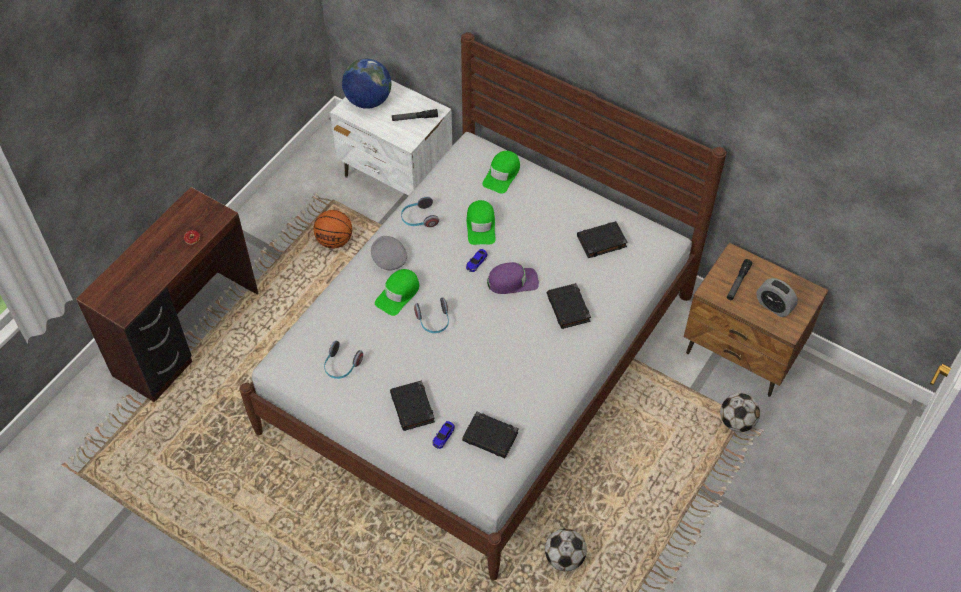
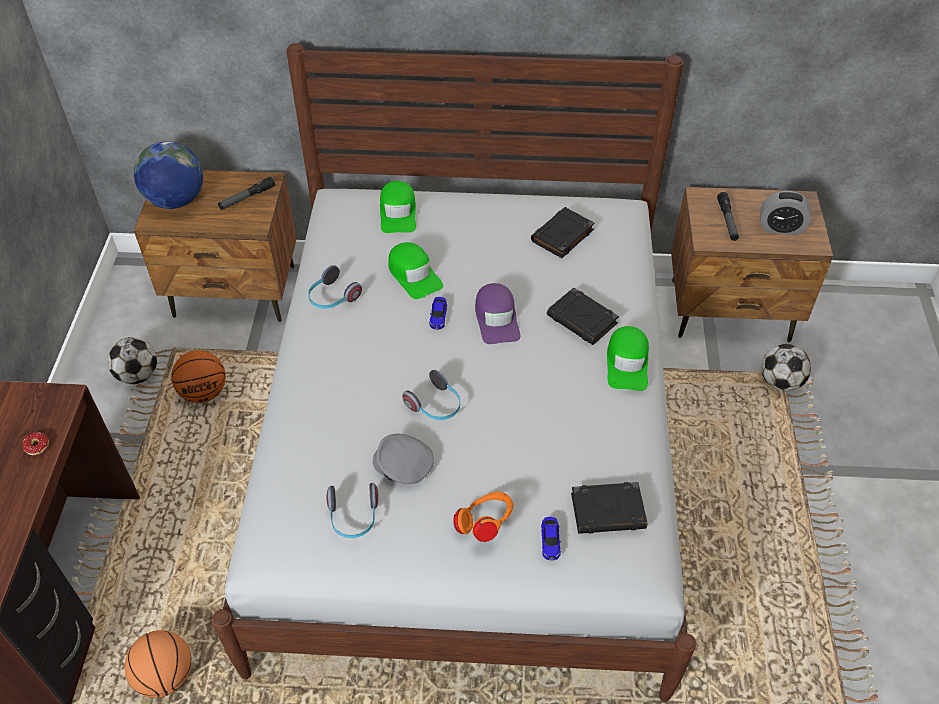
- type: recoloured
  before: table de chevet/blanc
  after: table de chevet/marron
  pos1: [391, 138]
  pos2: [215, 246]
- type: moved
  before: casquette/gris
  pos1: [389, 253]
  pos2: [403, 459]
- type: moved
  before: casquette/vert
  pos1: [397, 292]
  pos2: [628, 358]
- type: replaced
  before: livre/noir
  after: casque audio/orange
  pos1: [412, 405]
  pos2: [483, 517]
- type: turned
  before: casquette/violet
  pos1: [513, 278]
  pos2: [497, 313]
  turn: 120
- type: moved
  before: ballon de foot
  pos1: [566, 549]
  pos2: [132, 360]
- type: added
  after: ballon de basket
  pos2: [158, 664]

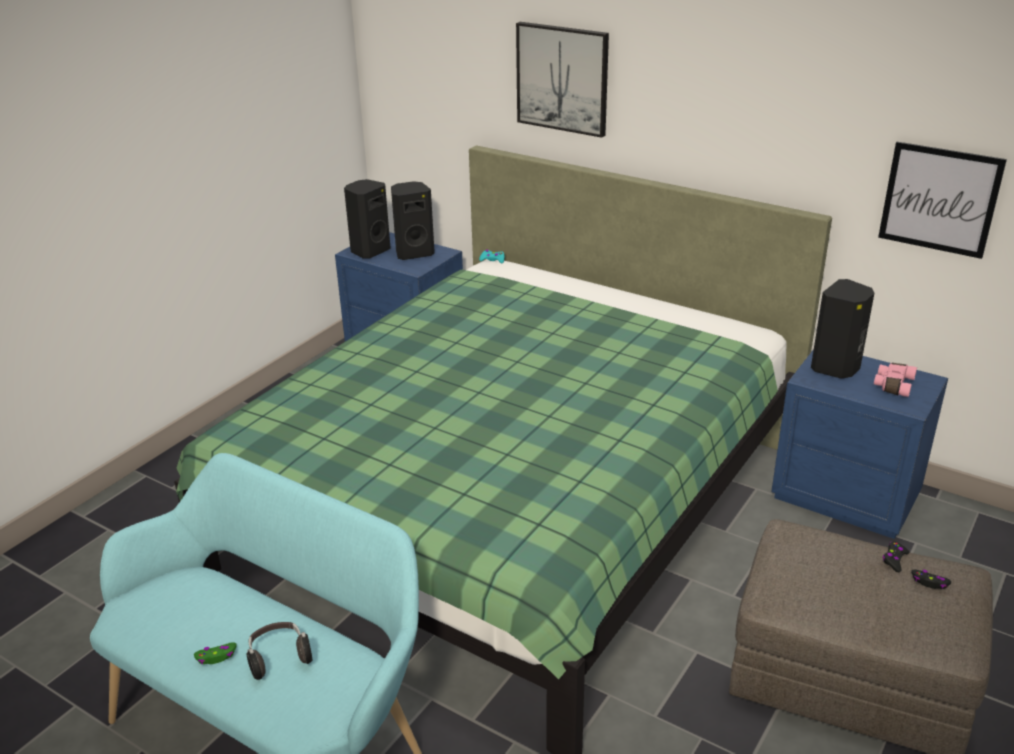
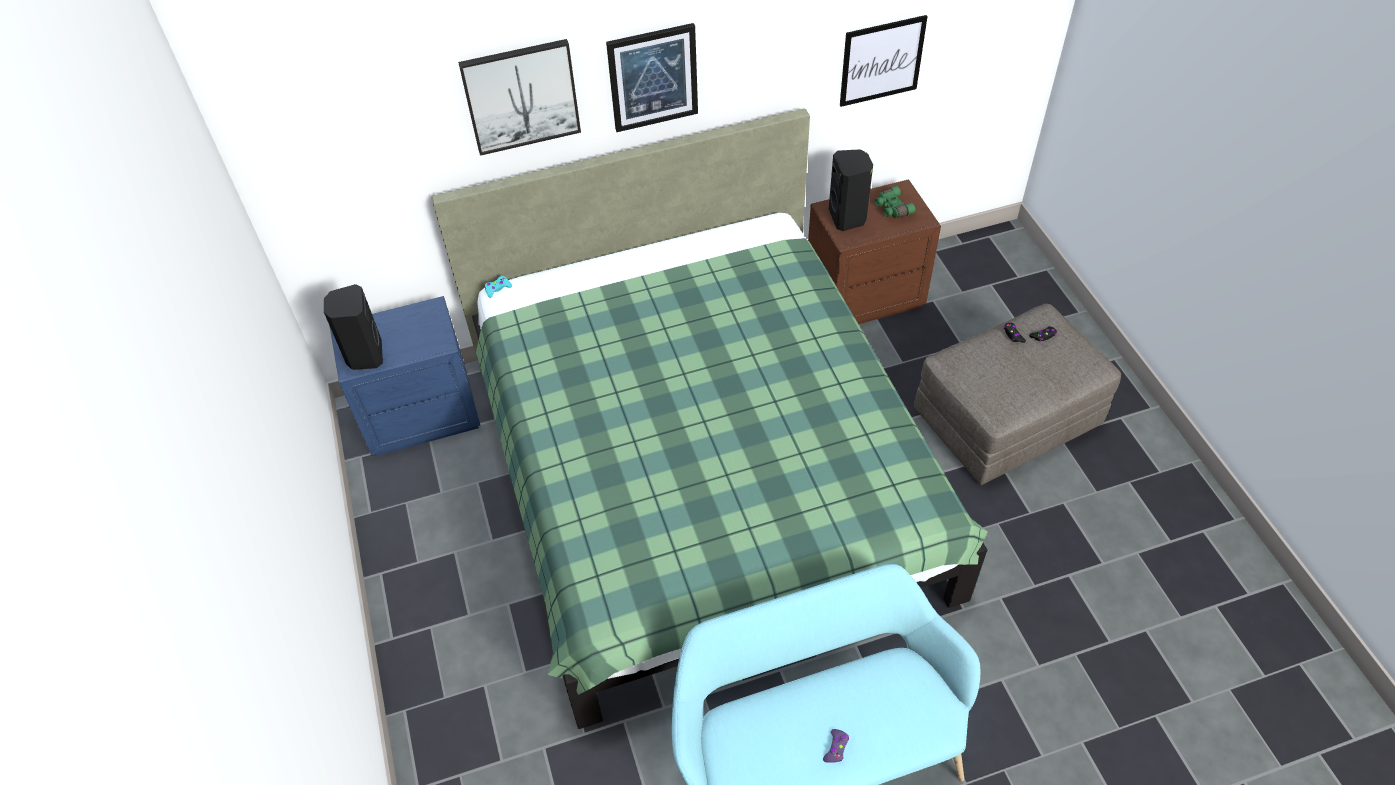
- type: recoloured
  before: manette/vert
  after: manette/violet
  pos1: [215, 653]
  pos2: [836, 746]
- type: removed
  before: casque audio
  pos1: [279, 651]
- type: removed
  before: enceinte/noir
  pos1: [413, 220]
- type: recoloured
  before: table de chevet/bleu
  after: table de chevet/marron
  pos1: [859, 444]
  pos2: [874, 251]
- type: recoloured
  before: jumelles/rose
  after: jumelles/vert
  pos1: [895, 380]
  pos2: [895, 202]
- type: added
  after: tableau
  pos2: [652, 77]

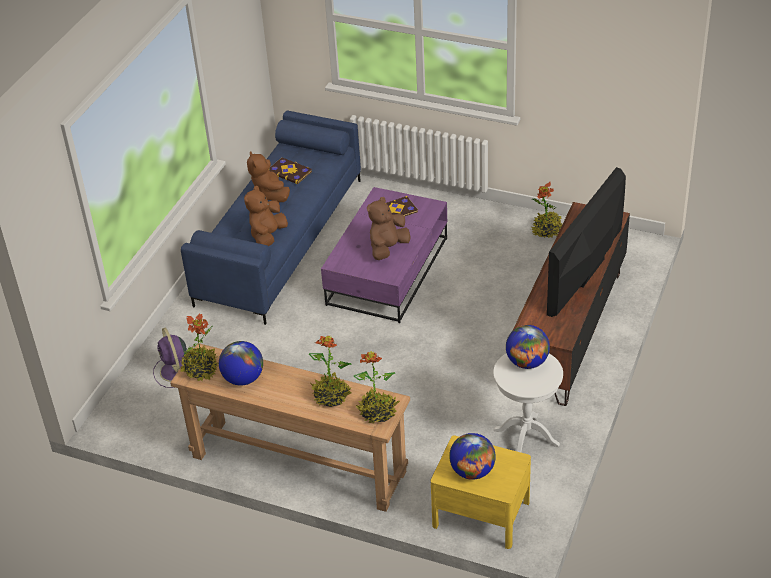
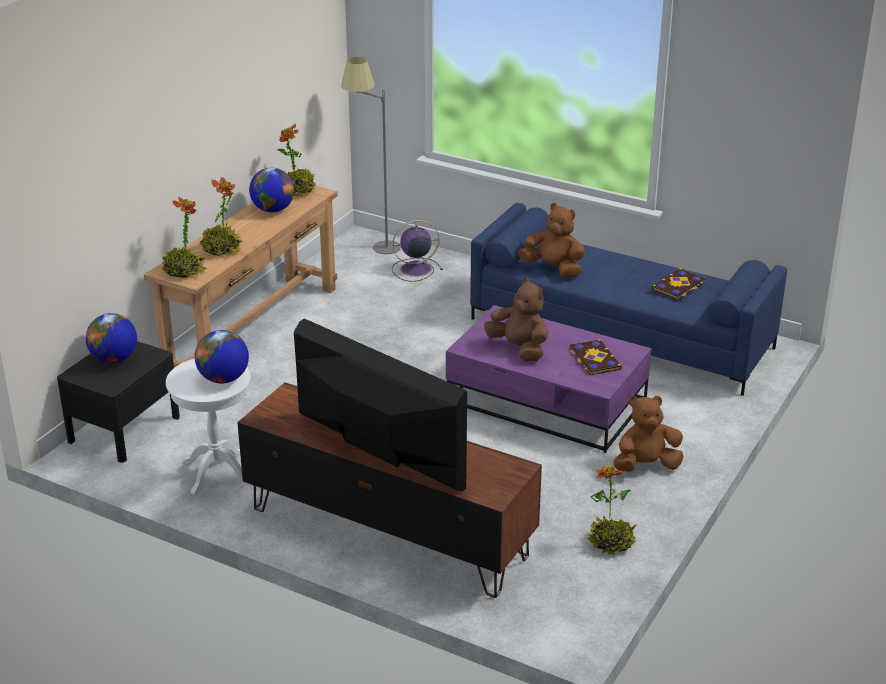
- type: moved
  before: peluche/marron
  pos1: [268, 176]
  pos2: [648, 434]
- type: recoloured
  before: table de chevet/jaune
  after: table de chevet/noir
  pos1: [481, 492]
  pos2: [118, 402]
- type: added
  after: lampadaire/gris
  pos2: [371, 155]

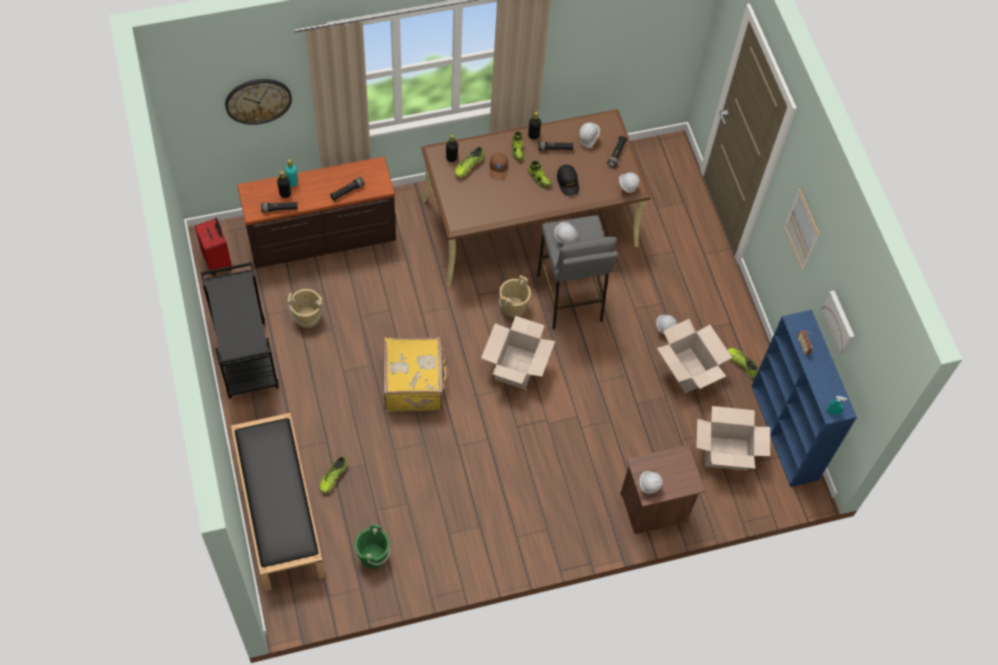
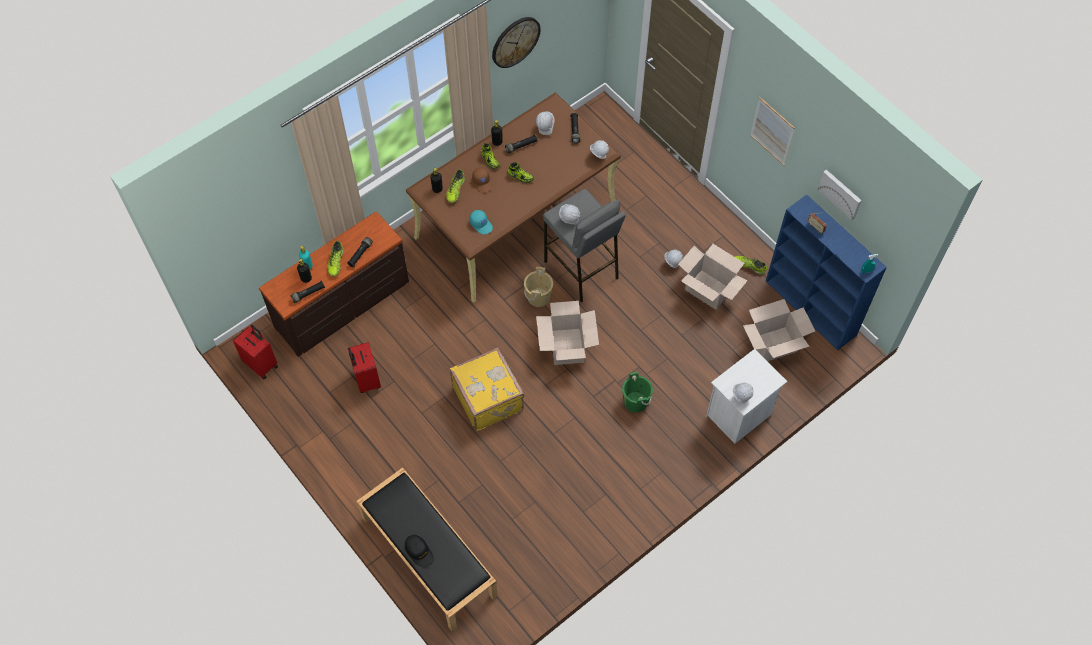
- type: removed
  before: chariot/noir
  pos1: [240, 330]
- type: moved
  before: horloge murale
  pos1: [258, 102]
  pos2: [516, 42]
- type: replaced
  before: seau/beige
  after: valise/rouge
  pos1: [305, 308]
  pos2: [364, 367]
- type: moved
  before: chaussure
  pos1: [333, 474]
  pos2: [335, 259]
- type: moved
  before: seau/vert
  pos1: [372, 546]
  pos2: [637, 392]
- type: moved
  before: casquette/noir
  pos1: [568, 180]
  pos2: [419, 551]
- type: recoloured
  before: table de chevet/marron
  after: table de chevet/blanc
  pos1: [662, 489]
  pos2: [746, 396]
- type: added
  after: casquette/turquoise
  pos2: [481, 222]

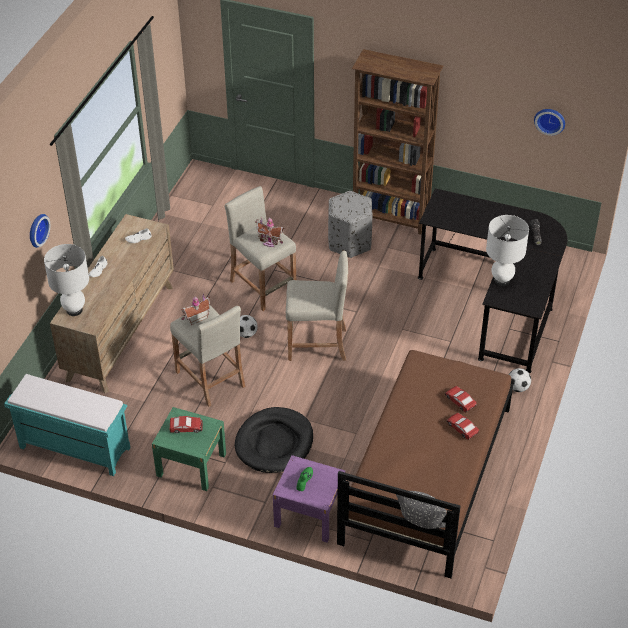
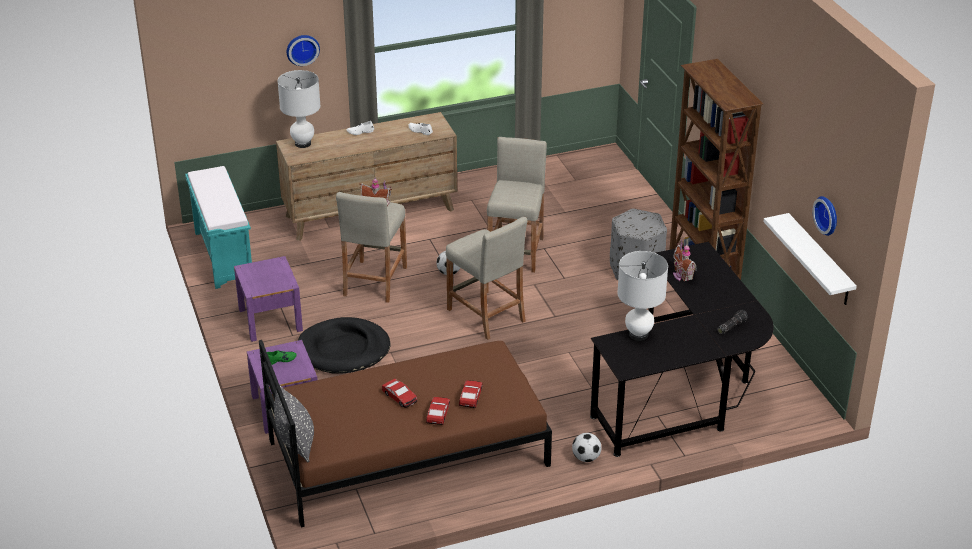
- type: recoloured
  before: table de chevet/vert
  after: table de chevet/violet
  pos1: [189, 449]
  pos2: [268, 299]
- type: moved
  before: petite voiture
  pos1: [186, 424]
  pos2: [399, 393]
- type: moved
  before: maison miniature
  pos1: [270, 232]
  pos2: [685, 260]
- type: added
  after: étagère/blanc
  pos2: [810, 259]

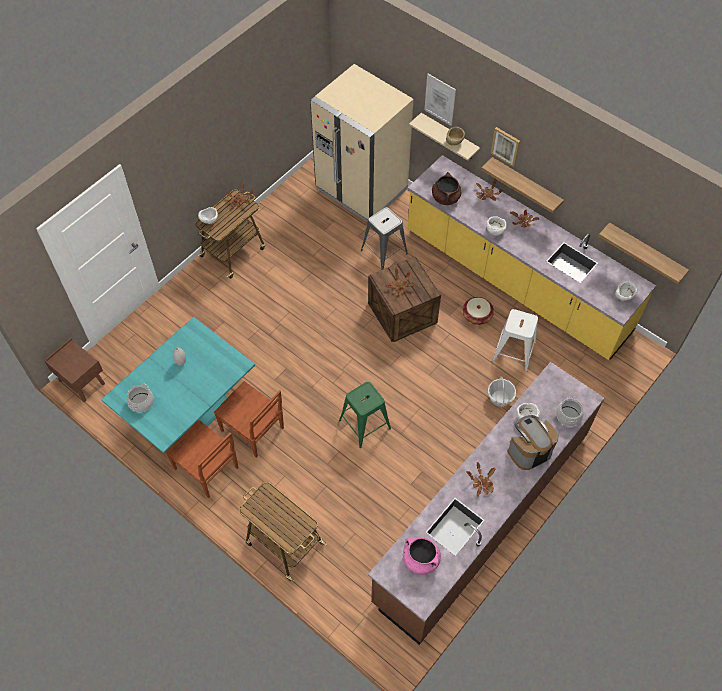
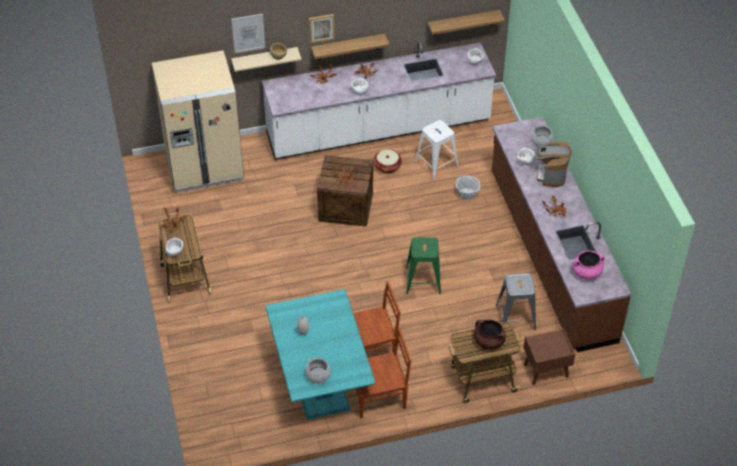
- type: moved
  before: table de chevet/marron
  pos1: [74, 370]
  pos2: [549, 356]
- type: moved
  before: tabouret/gris
  pos1: [384, 238]
  pos2: [516, 301]
- type: recoloured
  before: comptoir de cuisine/jaune
  after: comptoir de cuisine/blanc
  pos1: [532, 257]
  pos2: [379, 100]
- type: moved
  before: marmite/marron
  pos1: [446, 188]
  pos2: [490, 335]

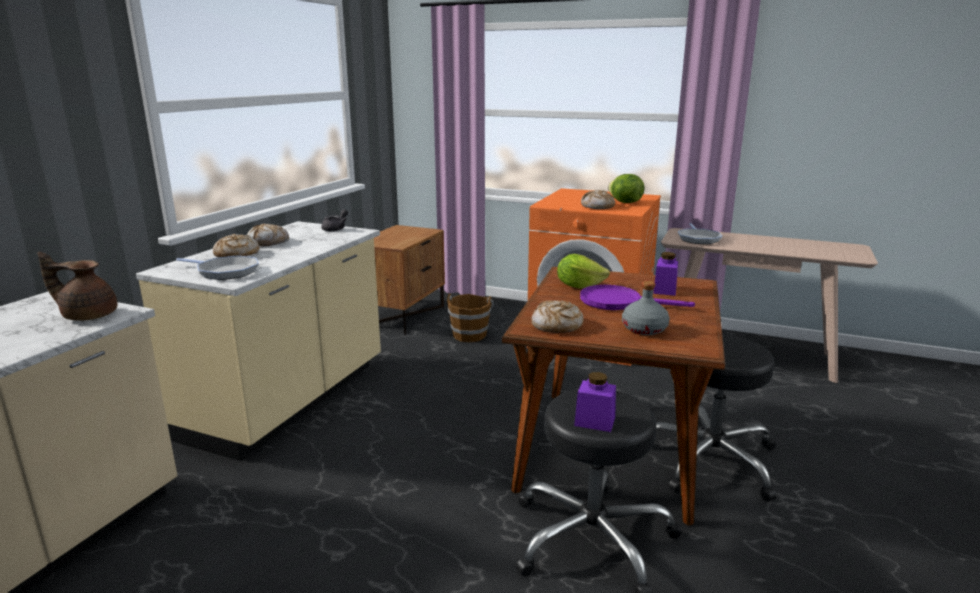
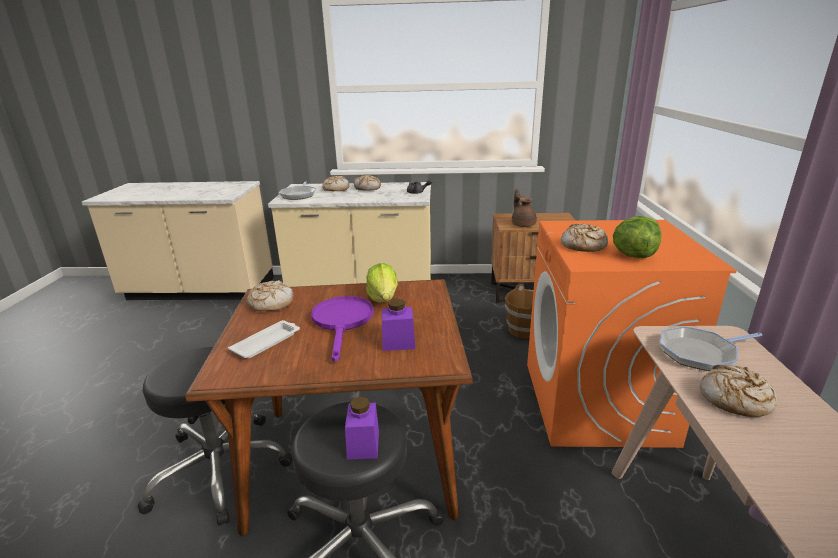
- type: moved
  before: théière/marron
  pos1: [78, 286]
  pos2: [524, 208]
- type: moved
  before: bocal/violet
  pos1: [595, 402]
  pos2: [362, 428]
- type: replaced
  before: bouteille/gris
  after: plateau/blanc
  pos1: [646, 308]
  pos2: [264, 339]
- type: added
  after: pain
  pos2: [738, 391]

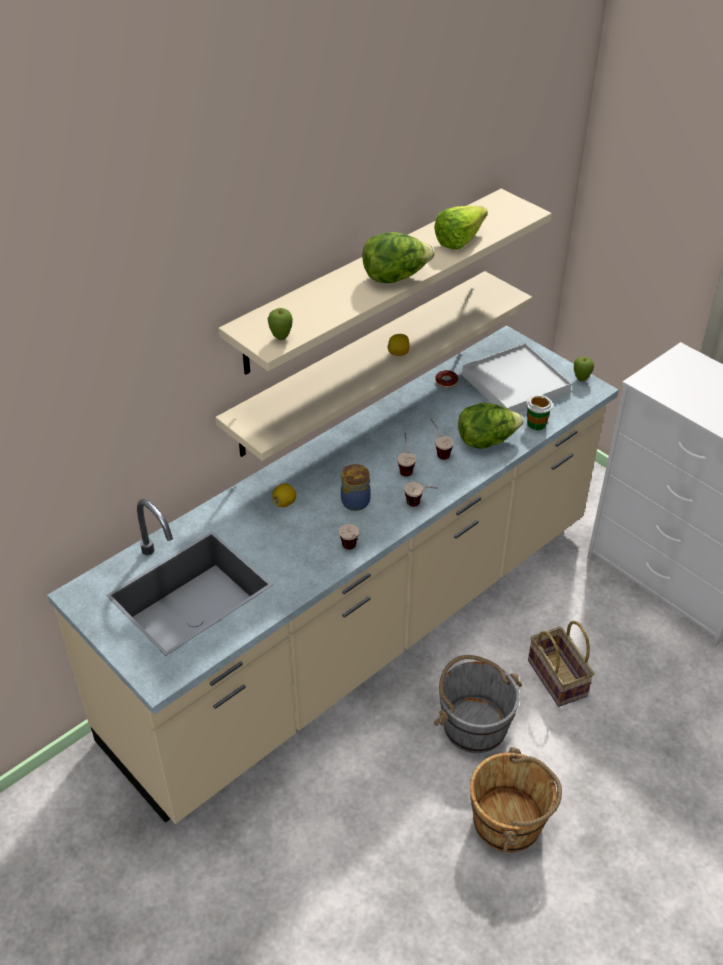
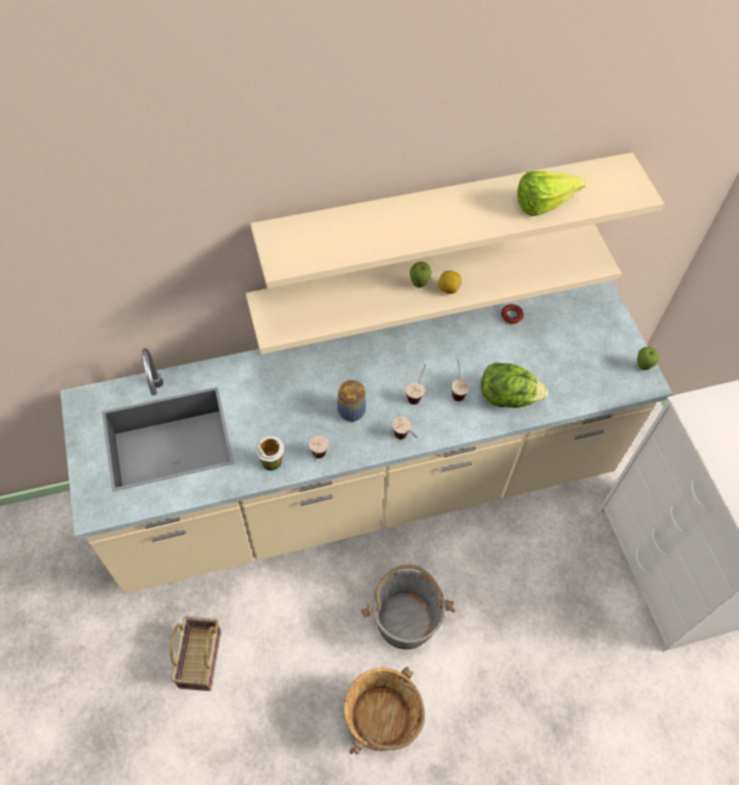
- type: moved
  before: pomme
  pos1: [280, 324]
  pos2: [421, 275]
- type: removed
  before: citron
  pos1: [284, 495]
- type: removed
  before: laitue
  pos1: [398, 257]
- type: removed
  before: plateau/blanc
  pos1: [516, 378]
- type: moved
  before: tasse
  pos1: [539, 412]
  pos2: [269, 453]
- type: moved
  before: panier
  pos1: [561, 664]
  pos2: [195, 654]

